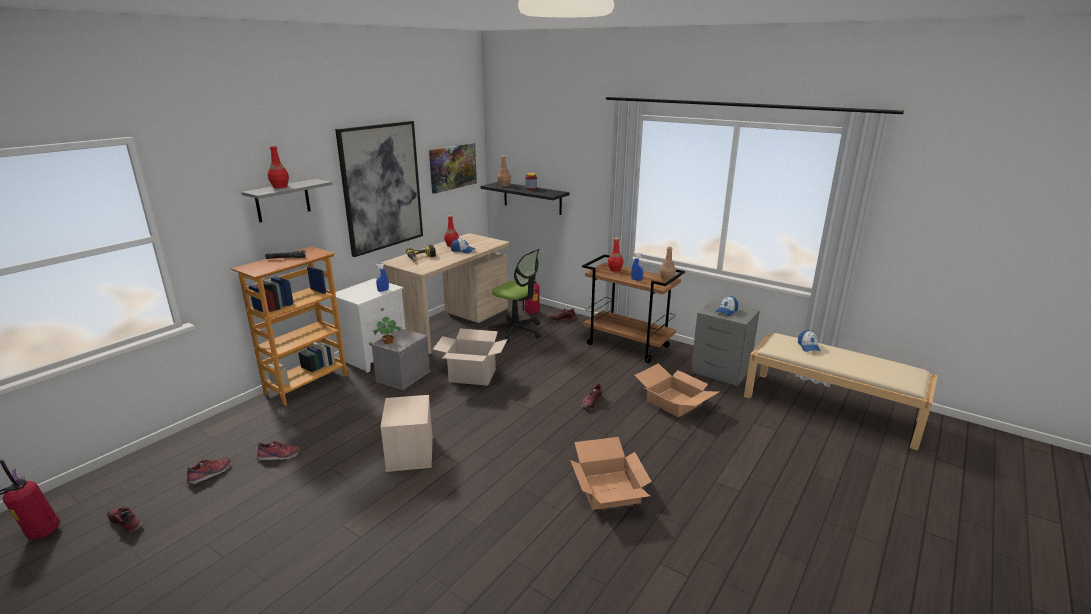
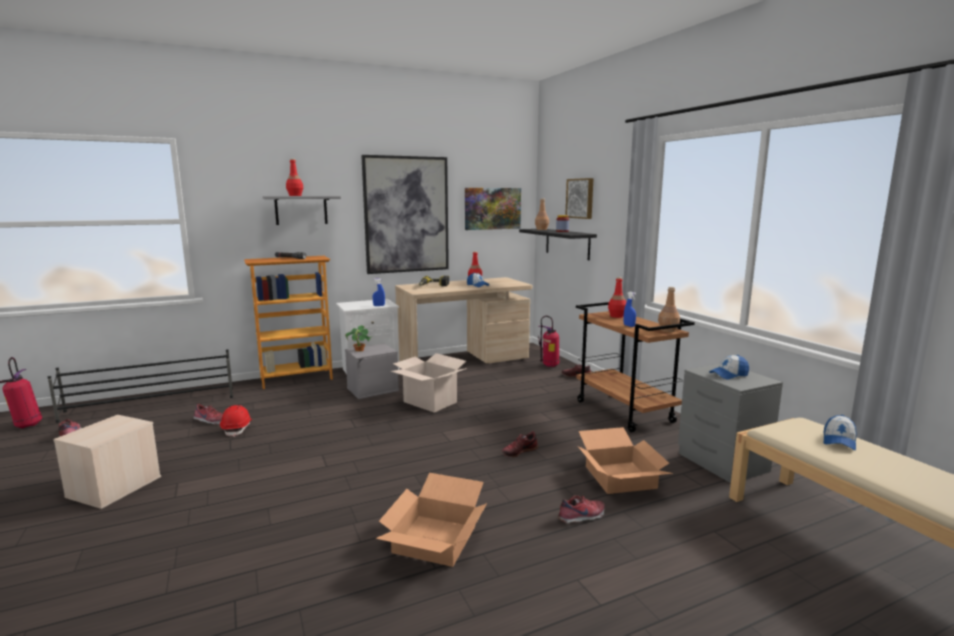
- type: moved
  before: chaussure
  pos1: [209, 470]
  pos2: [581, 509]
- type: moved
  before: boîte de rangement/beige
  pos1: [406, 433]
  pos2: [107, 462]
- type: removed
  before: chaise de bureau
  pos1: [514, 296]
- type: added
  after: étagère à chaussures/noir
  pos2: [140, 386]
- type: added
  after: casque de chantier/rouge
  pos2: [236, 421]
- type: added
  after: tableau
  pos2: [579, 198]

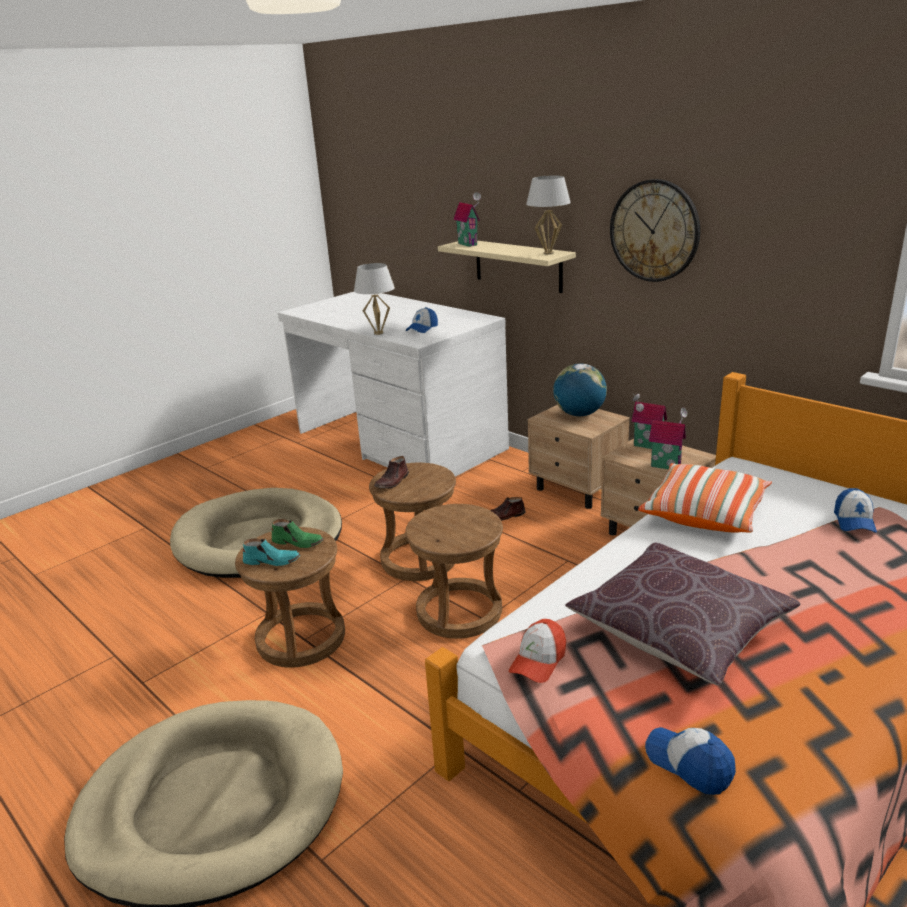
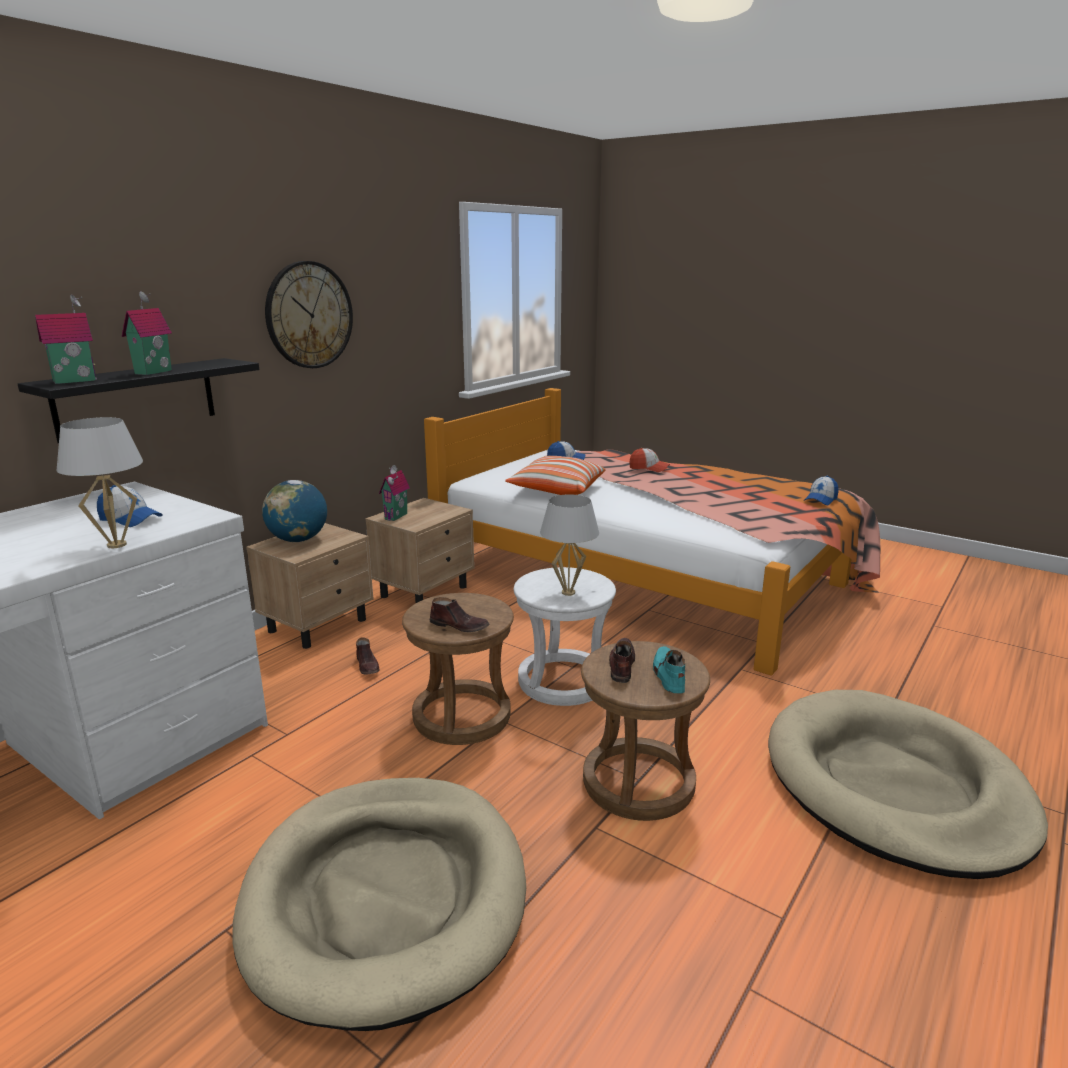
- type: recoloured
  before: chaussure/vert
  after: chaussure/marron
  pos1: [298, 533]
  pos2: [622, 660]
- type: recoloured
  before: tabouret/marron
  after: tabouret/blanc
  pos1: [454, 571]
  pos2: [565, 636]
- type: recoloured
  before: étagère/beige
  after: étagère/noir
  pos1: [507, 267]
  pos2: [138, 401]
- type: moved
  before: casquette
  pos1: [537, 651]
  pos2: [649, 460]
- type: moved
  before: lampe de table/blanc
  pos1: [548, 214]
  pos2: [569, 545]
- type: removed
  before: coussin/marron
  pos1: [683, 614]
- type: moved
  before: maison miniature
  pos1: [668, 438]
  pos2: [147, 333]

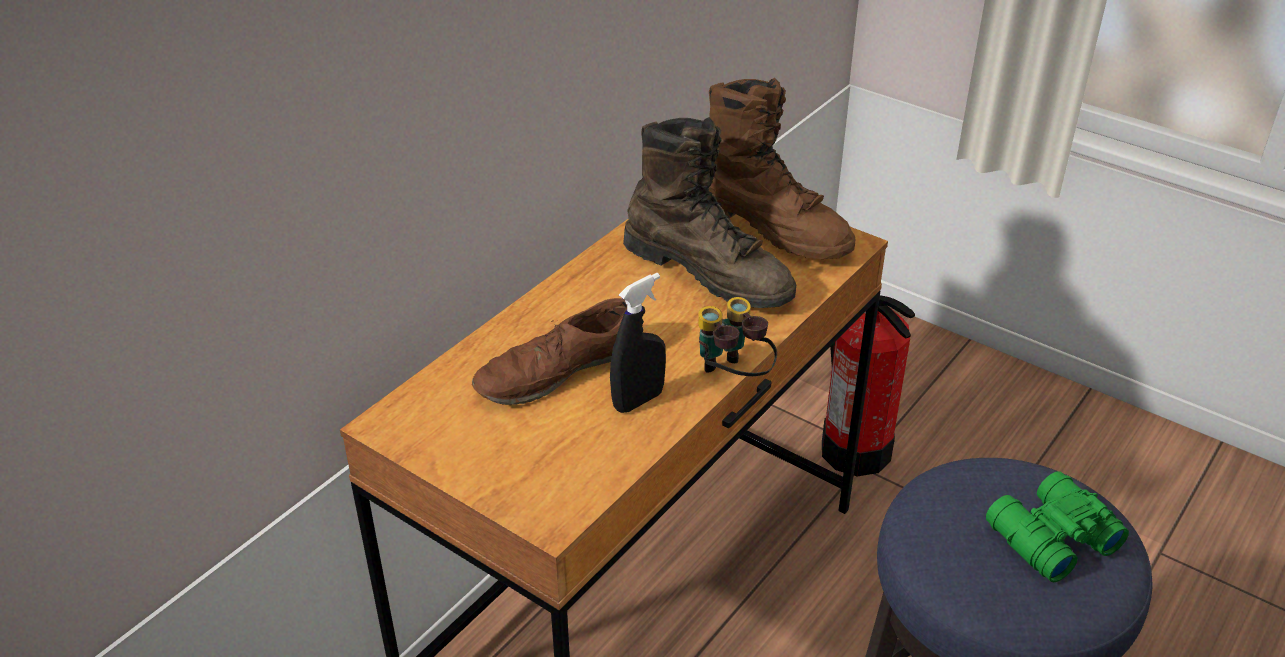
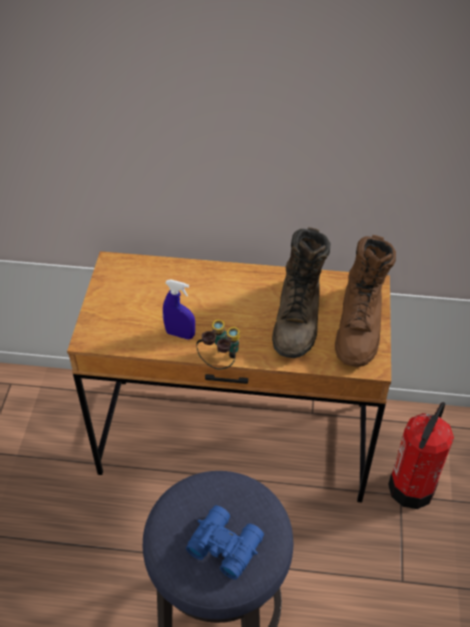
- type: removed
  before: chaussure/marron
  pos1: [549, 351]
- type: recoloured
  before: vaporisateur/noir
  after: vaporisateur/bleu
  pos1: [638, 343]
  pos2: [179, 309]
- type: recoloured
  before: jumelles/vert
  after: jumelles/bleu
  pos1: [1057, 526]
  pos2: [225, 542]

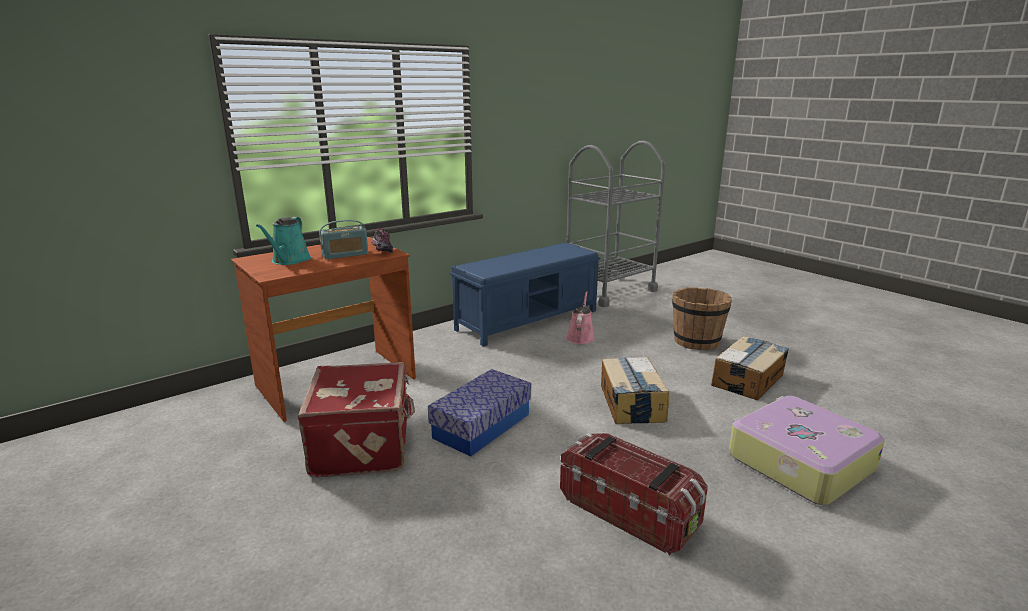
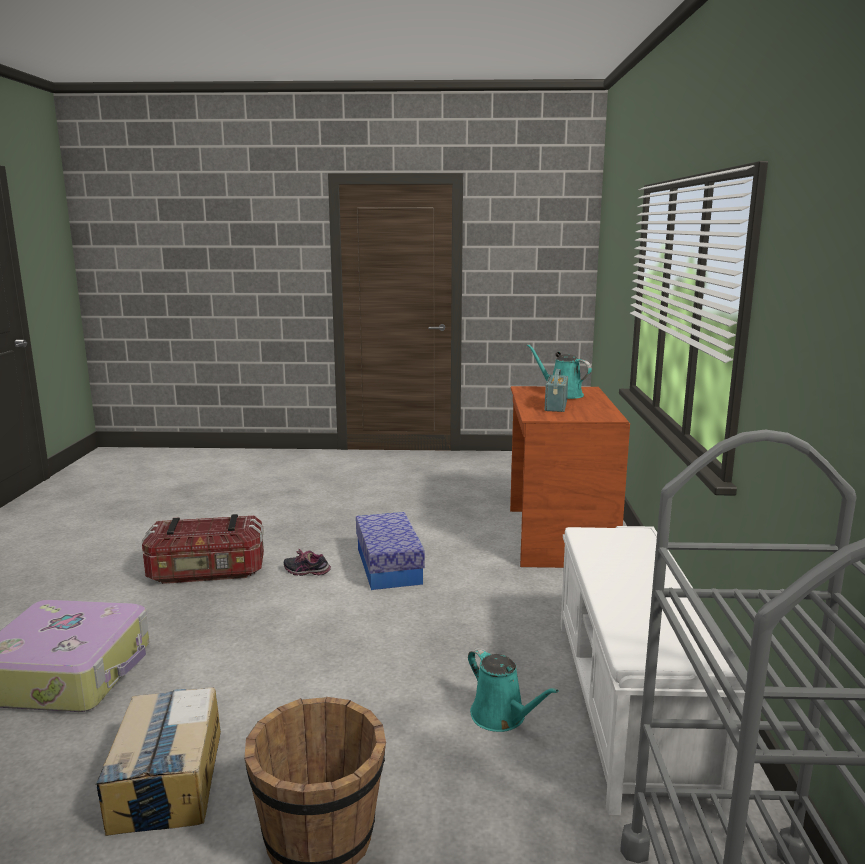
- type: removed
  before: valise/rouge
  pos1: [356, 419]
- type: moved
  before: chaussure
  pos1: [382, 240]
  pos2: [307, 562]
- type: recoloured
  before: banc/bleu
  after: banc/blanc
  pos1: [525, 294]
  pos2: [653, 672]
- type: recoloured
  before: arrosoir/rose
  after: arrosoir/turquoise
  pos1: [580, 317]
  pos2: [513, 690]
- type: removed
  before: carton
  pos1: [635, 390]

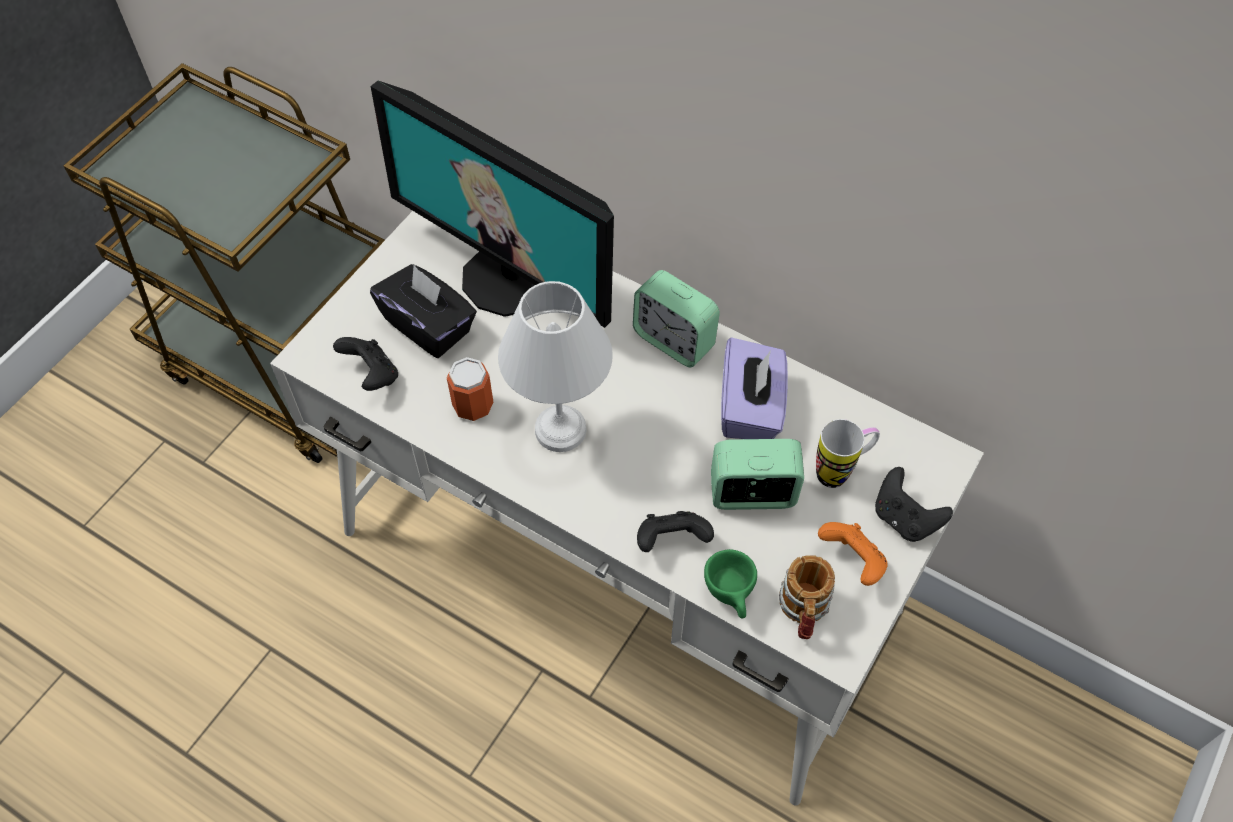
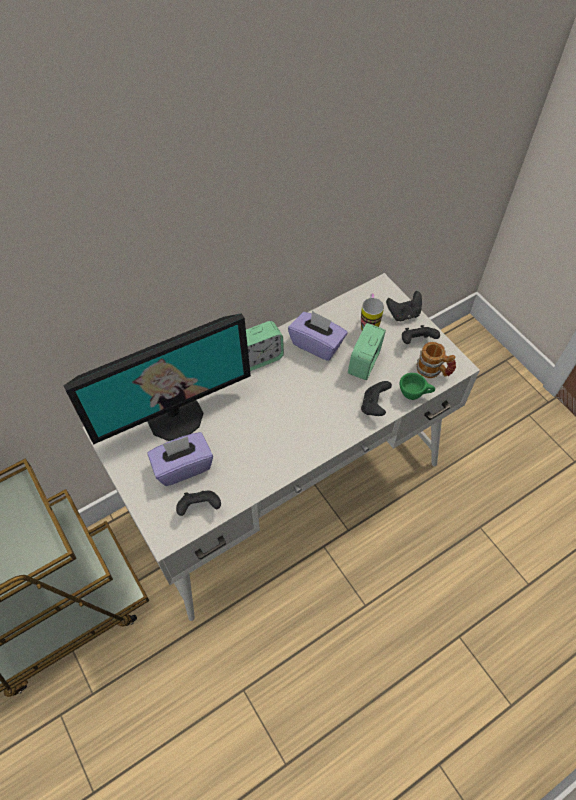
- type: recoloured
  before: boîte à mouchoirs/noir
  after: boîte à mouchoirs/violet
  pos1: [423, 311]
  pos2: [180, 459]
- type: removed
  before: boîte métallique
  pos1: [470, 389]
- type: removed
  before: lampe de table/blanc
  pos1: [555, 366]
- type: recoloured
  before: manette/orange
  after: manette/noir
  pos1: [853, 554]
  pos2: [421, 334]

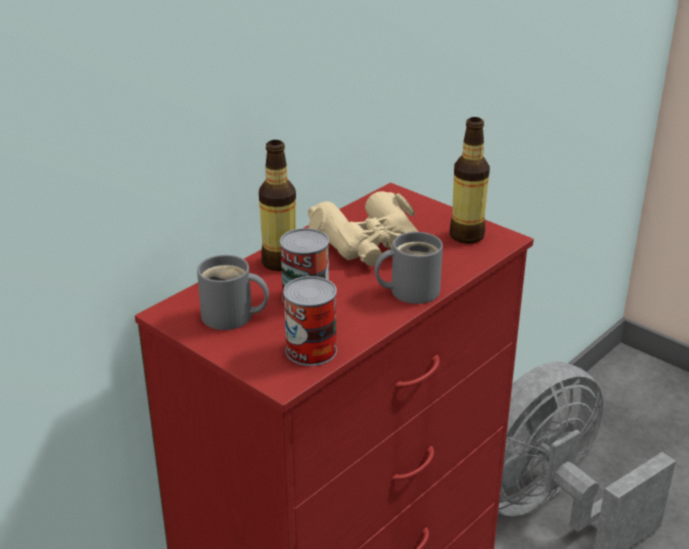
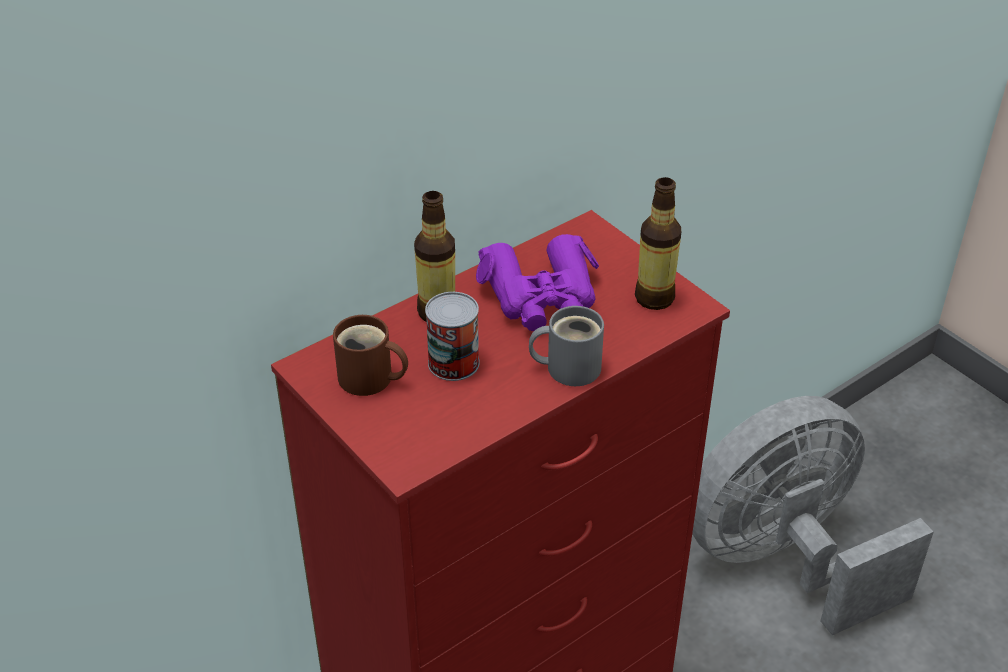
- type: recoloured
  before: mug/gris
  after: mug/marron
  pos1: [233, 292]
  pos2: [370, 355]
- type: removed
  before: boîte métallique
  pos1: [310, 321]
- type: recoloured
  before: jumelles/beige
  after: jumelles/violet
  pos1: [362, 228]
  pos2: [537, 282]

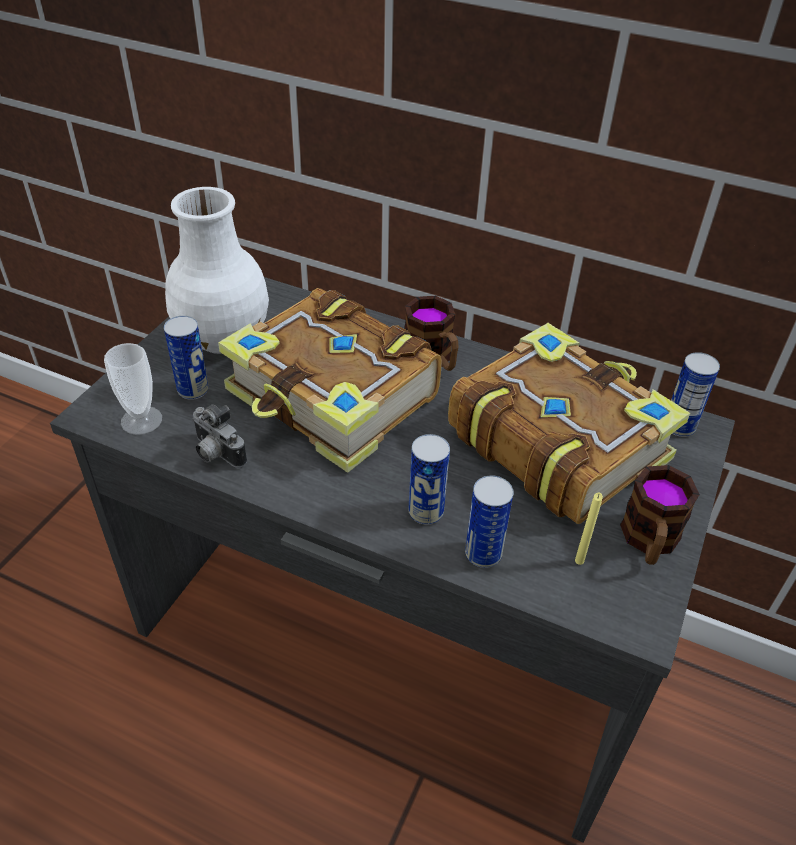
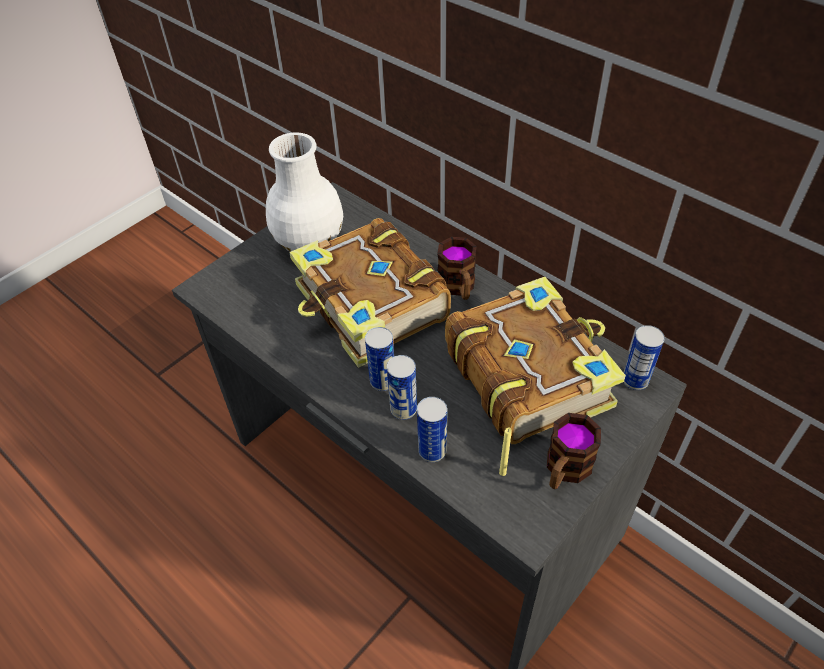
- type: removed
  before: tasse
  pos1: [133, 389]
- type: moved
  before: boîte métallique
  pos1: [186, 358]
  pos2: [379, 359]
- type: removed
  before: appareil photo
  pos1: [220, 436]

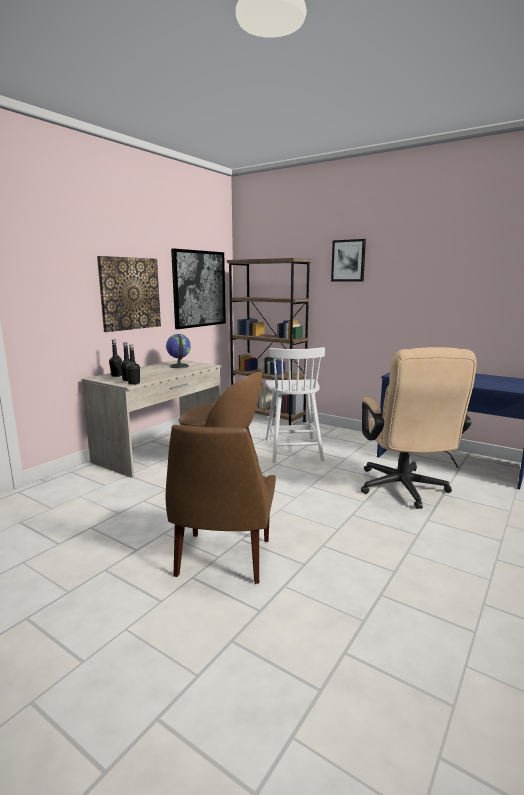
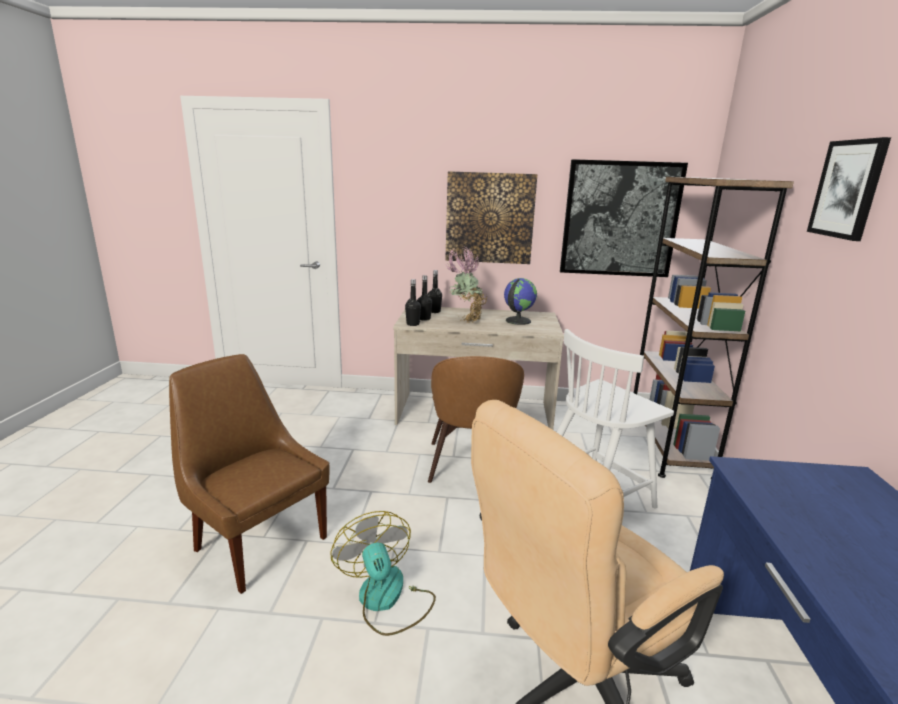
- type: turned
  before: chaise/marron
  pos1: [221, 504]
  pos2: [249, 474]
  turn: 60
- type: added
  after: ventilateur
  pos2: [383, 573]
- type: added
  after: plante en pot
  pos2: [466, 284]

